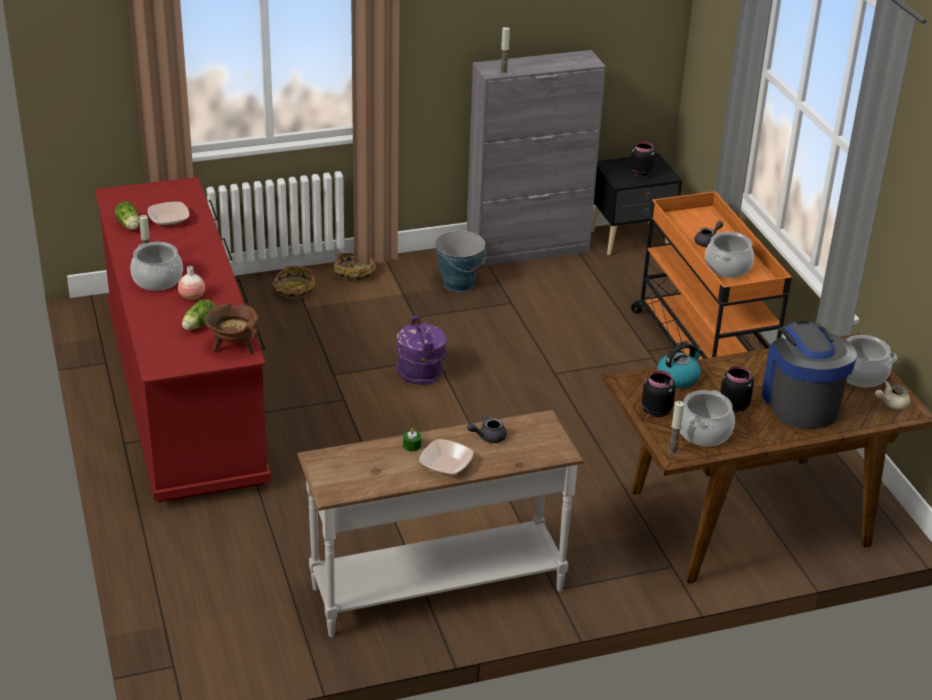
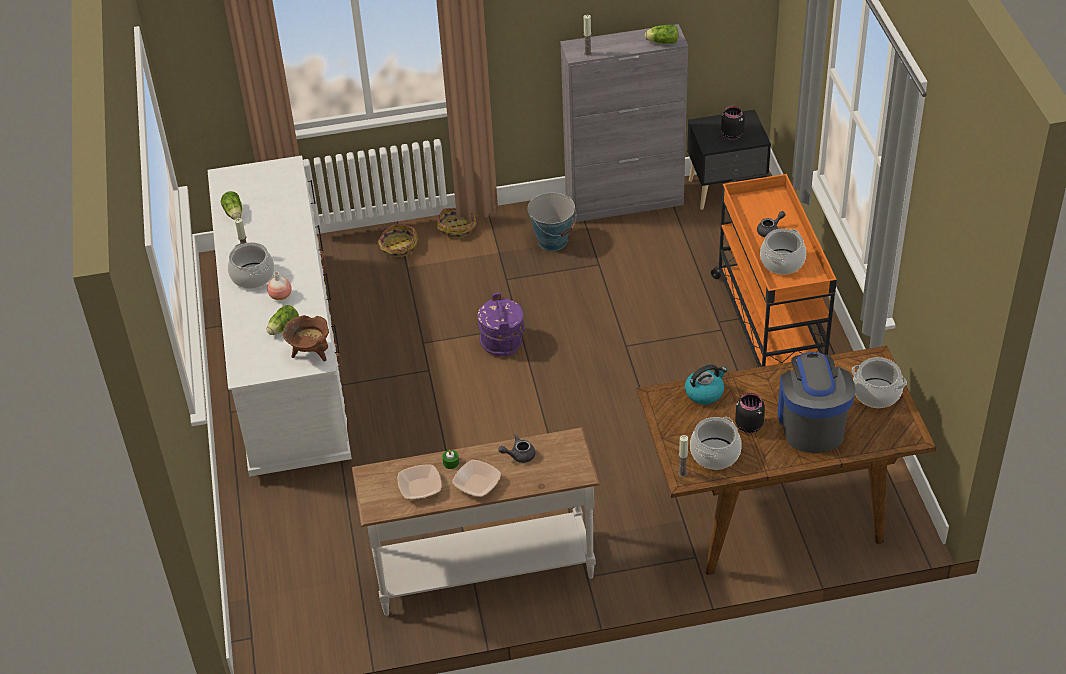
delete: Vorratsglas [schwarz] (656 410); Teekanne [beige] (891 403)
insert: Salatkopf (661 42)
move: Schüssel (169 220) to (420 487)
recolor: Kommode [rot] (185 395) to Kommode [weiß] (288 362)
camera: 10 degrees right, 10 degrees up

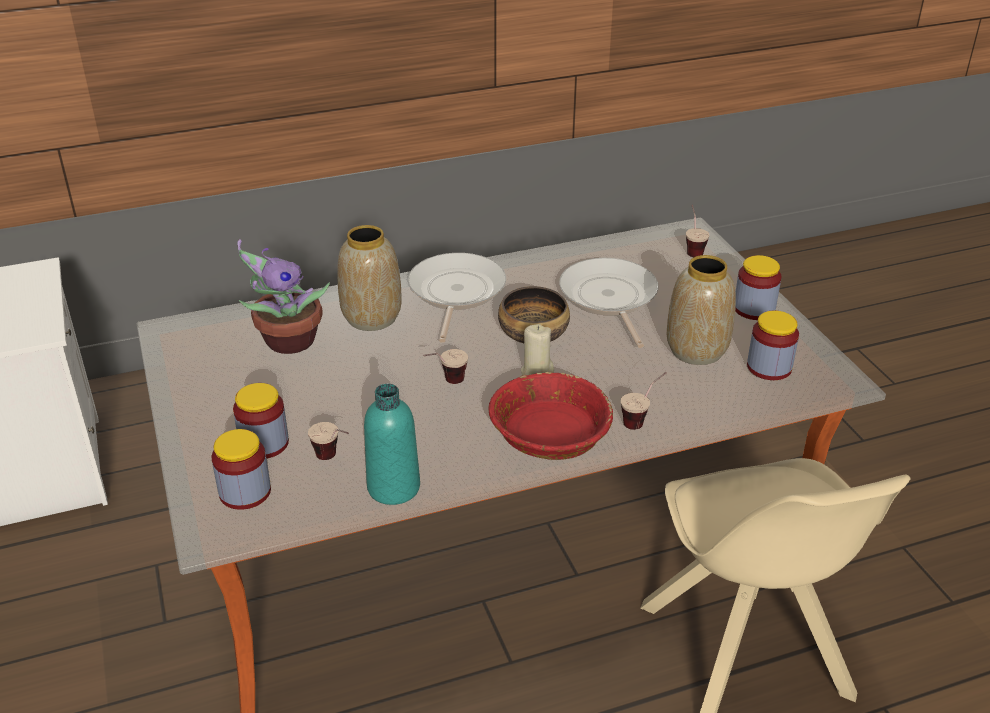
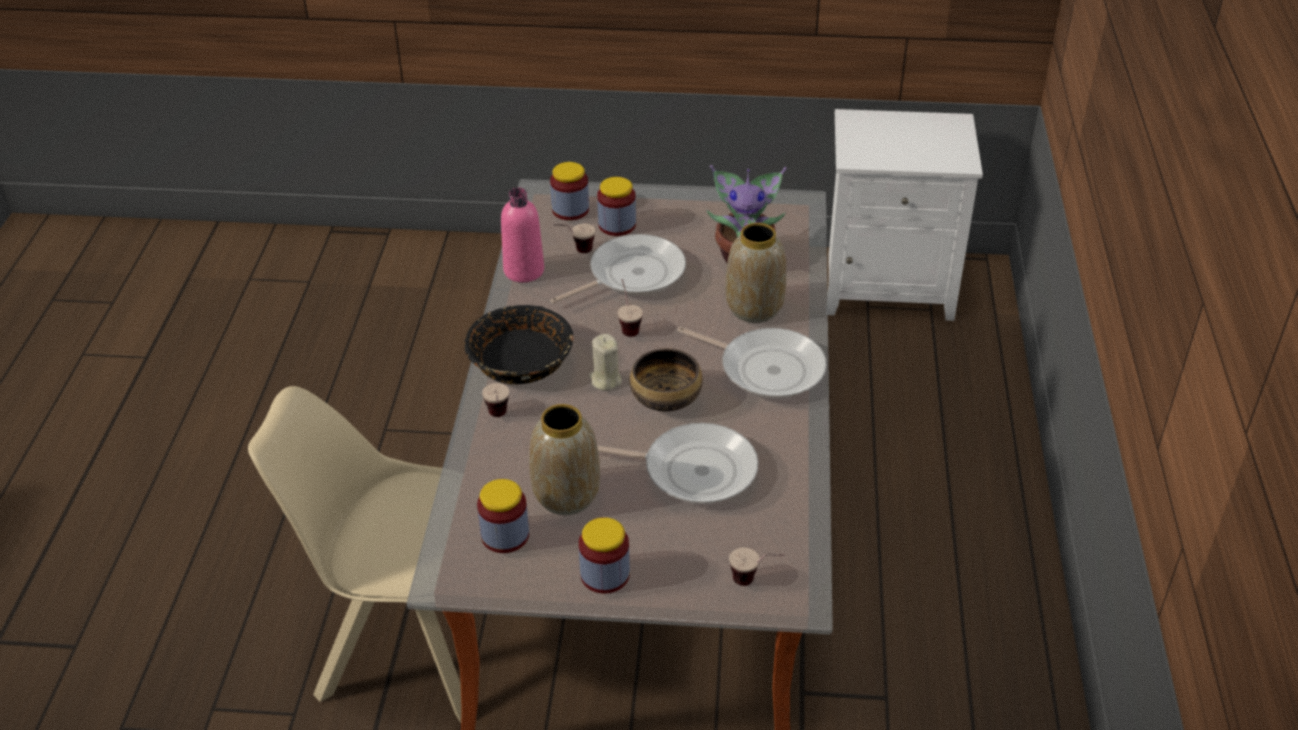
insert: Pfanne (631 275)
recolor: Flasche [türkis] (393 487) to Flasche [rosa] (524 271); Schüssel [rot] (550 434) to Schüssel [schwarz] (520 361)
camera: 115 degrees right, 5 degrees up

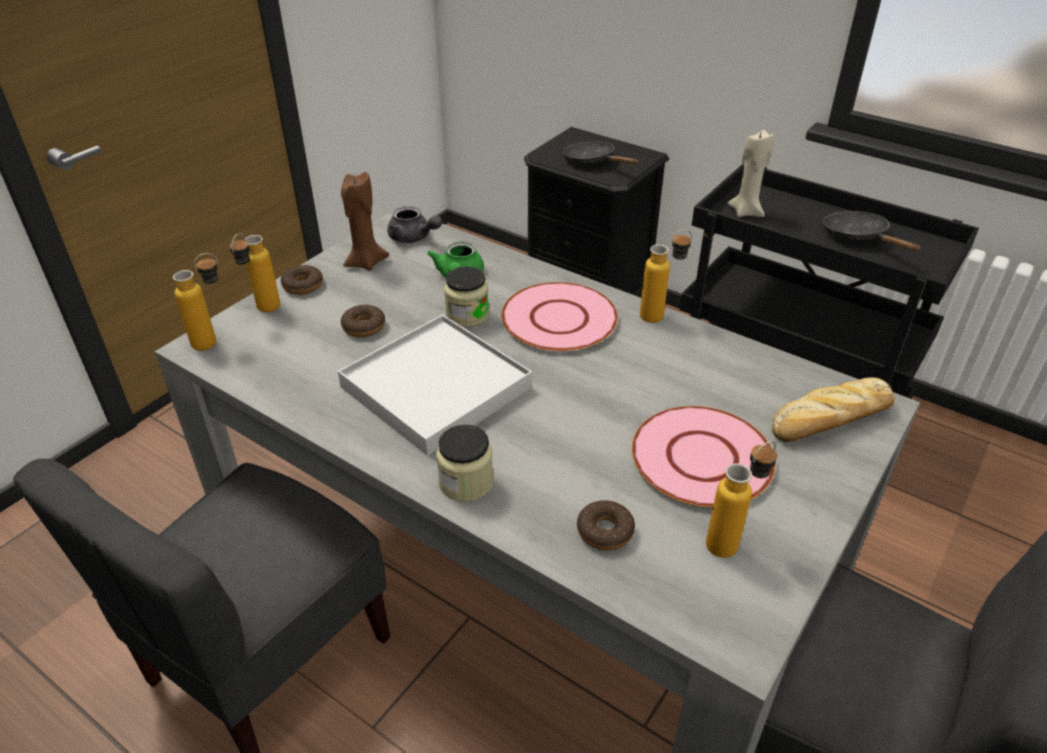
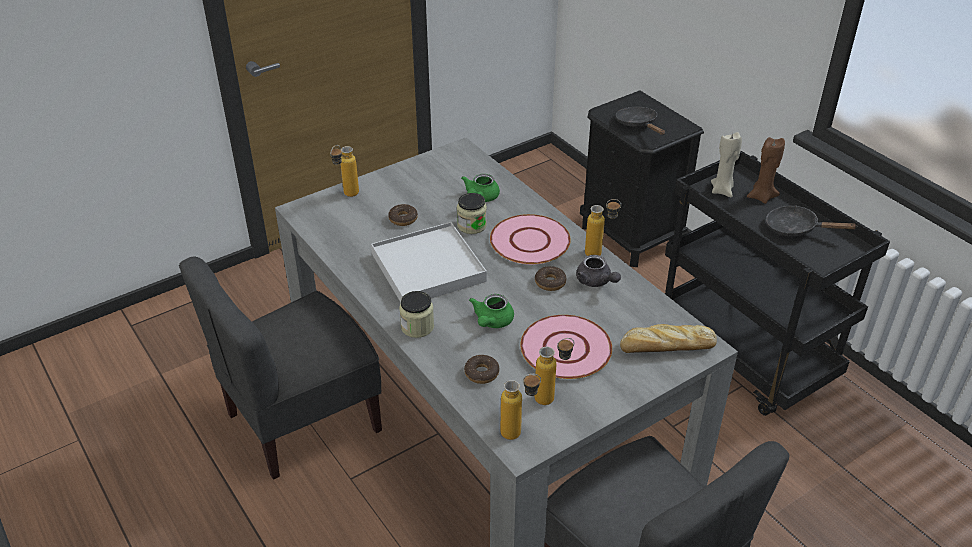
insert: Teekanne [grün] (492 322)
move: Flasche (215 341) to (519 432); Donut (303 285) to (550 282); Kerze [braun] (365 262) to (761 197); Teekanne [grau] (413 238) to (596 282)
rotate: Pfanne [schwarz] (858 237) = (796 229) 60 degrees counterclockwise
camera: 20 degrees right, 0 degrees up

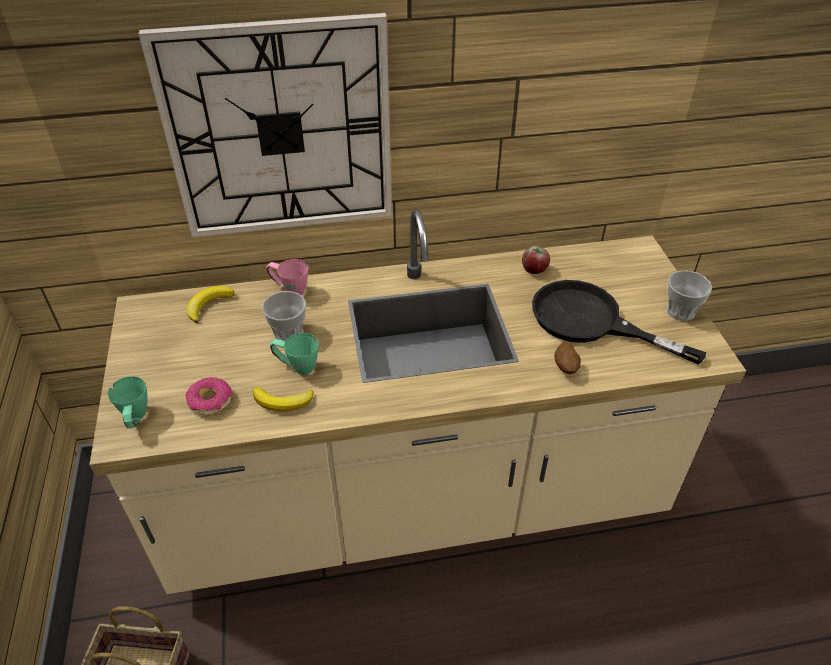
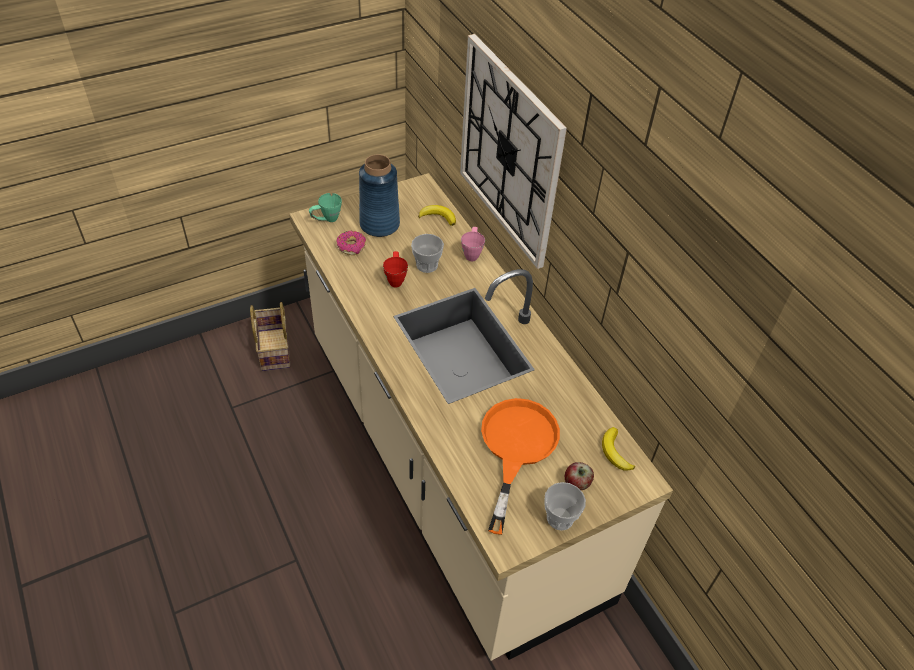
delete: Kartoffel (565 367)
insert: Vase [blau] (379 225)
move: Banane (283 402) to (615 452); Apfel (534 270) to (577 483)
recolor: Henkelbecher [grün] (297 367) to Henkelbecher [rot] (395 278); Pfanne [schwarz] (591 321) to Pfanne [orange] (516 448)
camera: 70 degrees right, 5 degrees up

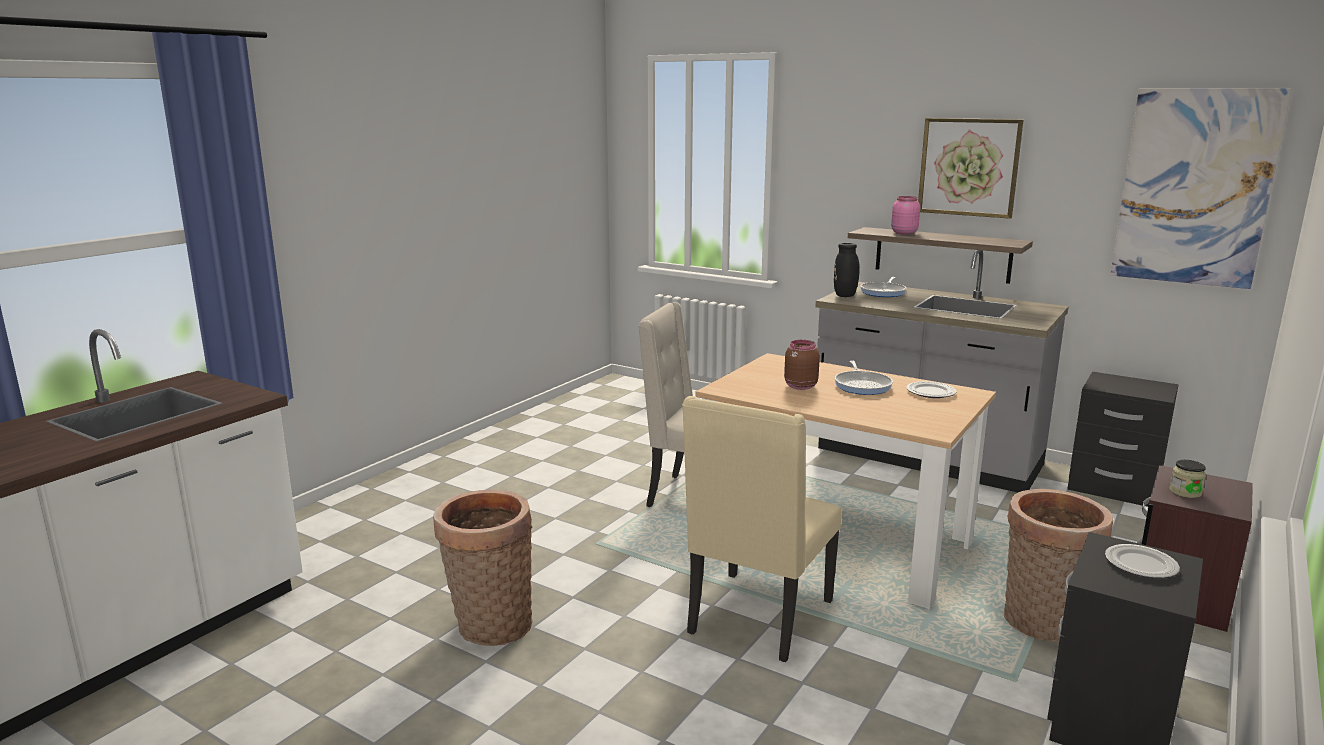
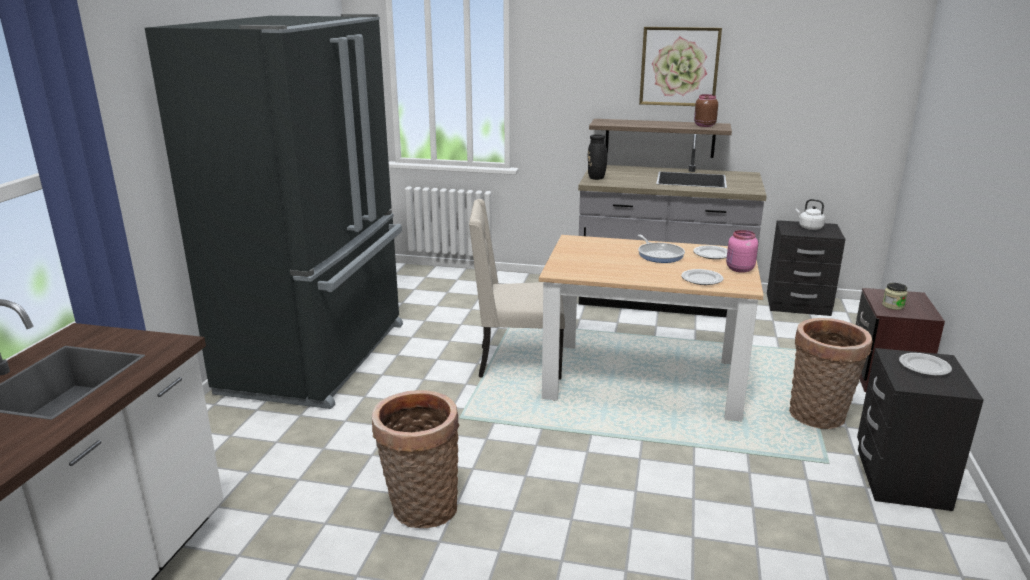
delete: Stuhl [beige] (758 618); Pfanne (884 292); Bild (1194 188)
insert: Kühlschrank [schwarz] (319 357); Teller (702 279); Wasserkessel [weiß] (809 227)
move: Vorratsglas [braun] (799 386) to (704 125); Vorratsglas [rosa] (903 233) to (739 269)
camera: 20 degrees left, 5 degrees up

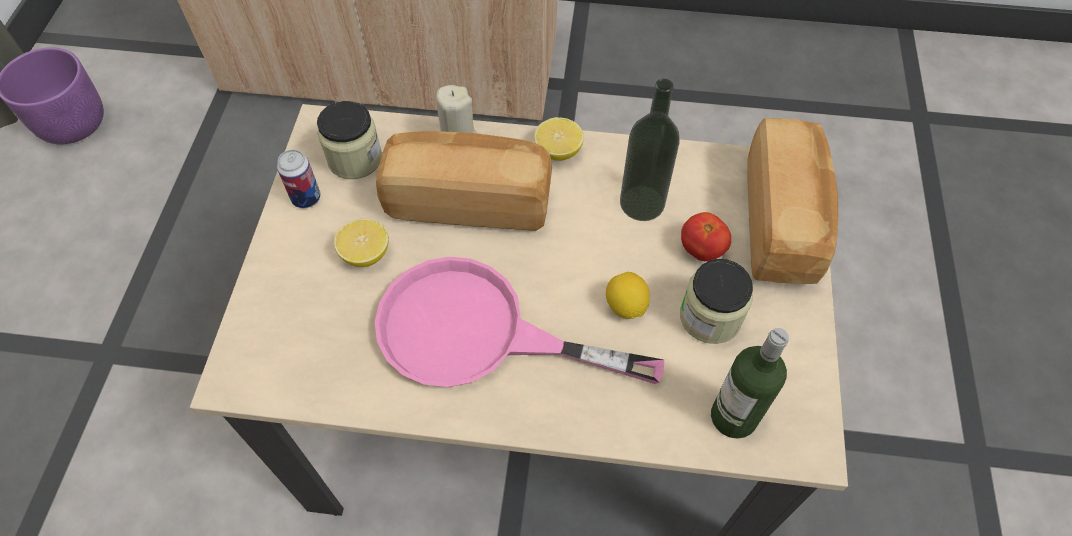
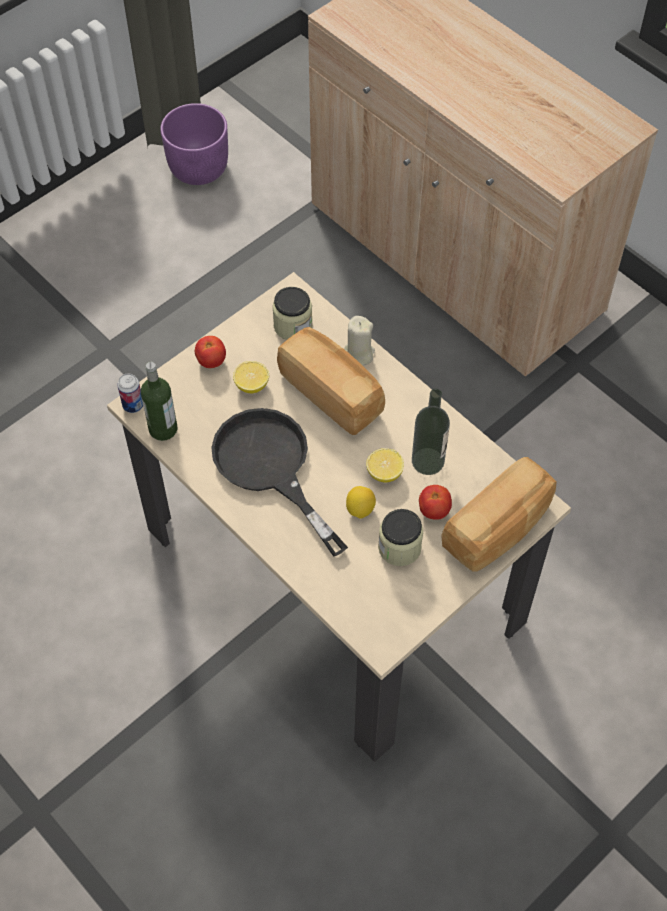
insert: Tomate (211 361)
move: Dose (306 198) to (133 405); Zitrone (558 151) to (384 473); Flasche (733 416) to (163 429)
recolor: Pfanne [rosa] (478 333) to Pfanne [schwarz] (270 467)
camera: 40 degrees right, 0 degrees up

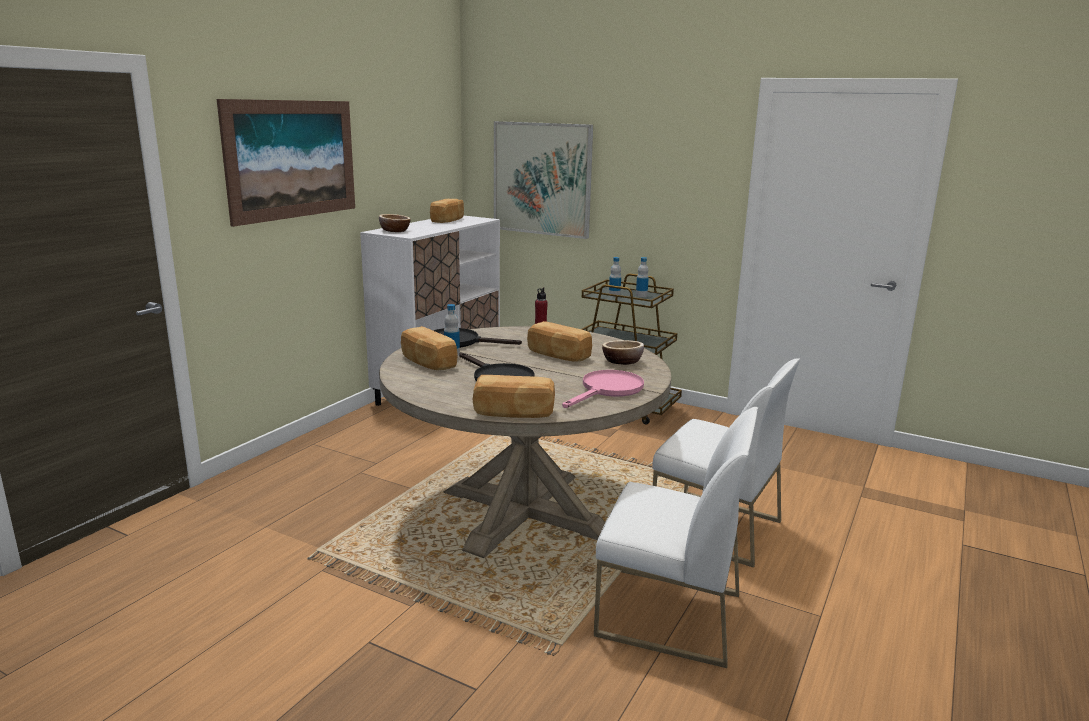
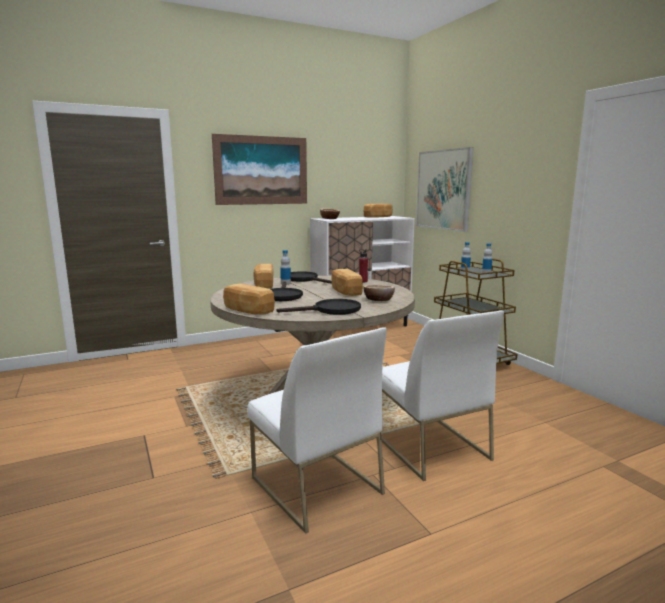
recolor: Pfanne [rosa] (607 390) to Pfanne [schwarz] (331 310)
camera: 35 degrees right, 5 degrees down

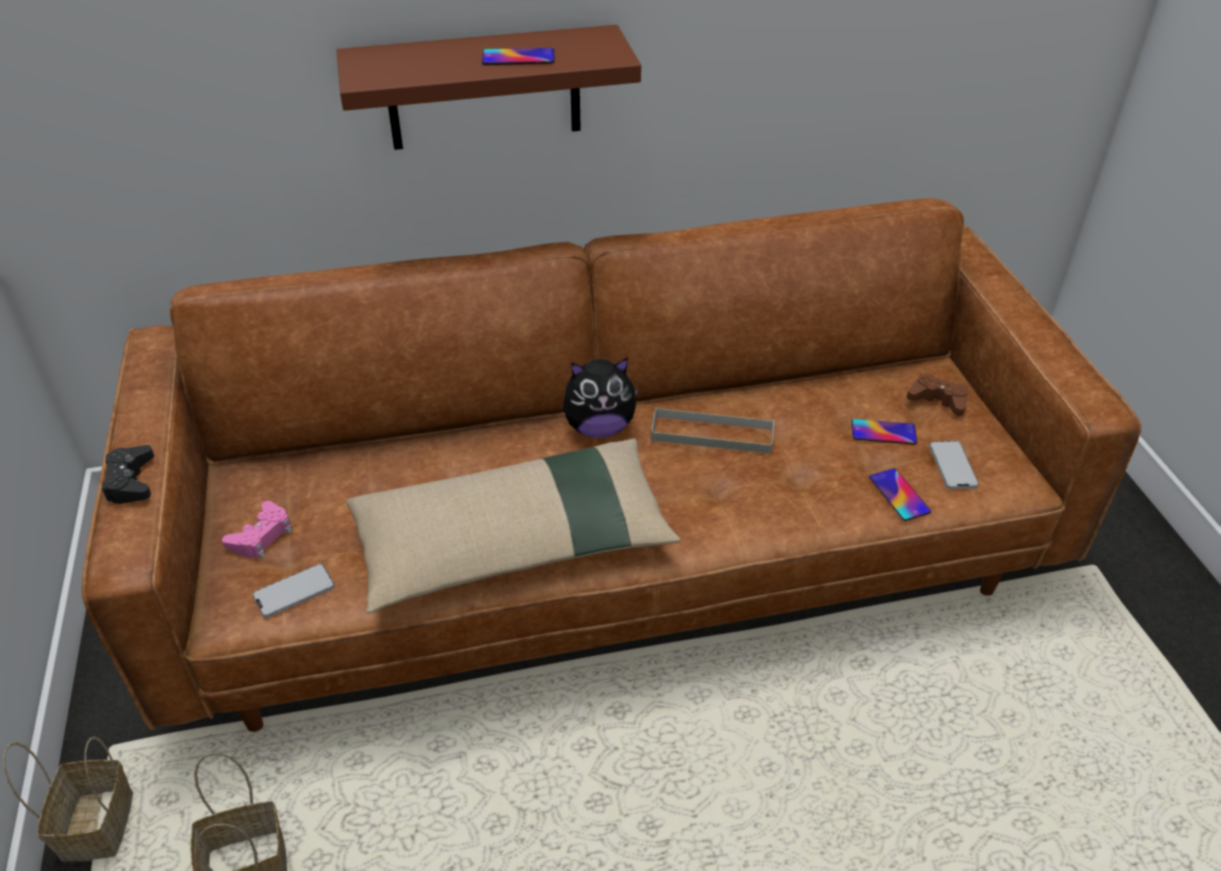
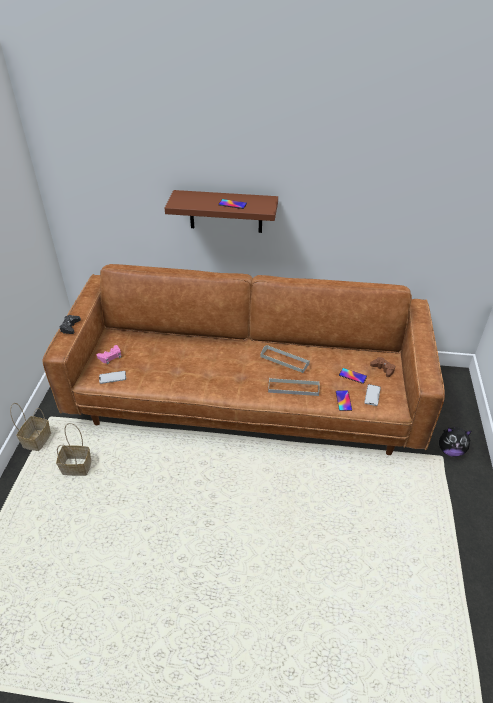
delete: Kissen [beige] (514 542)
insert: Tablett [grau] (293 388)
move: Plüschtier (599 427) to (450 450)
camera: 20 degrees right, 0 degrees up

